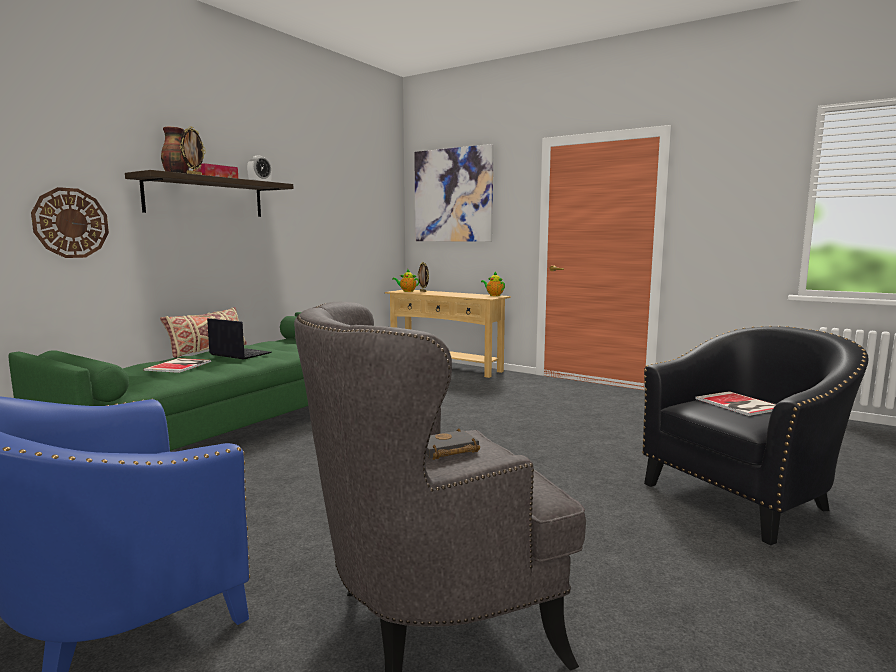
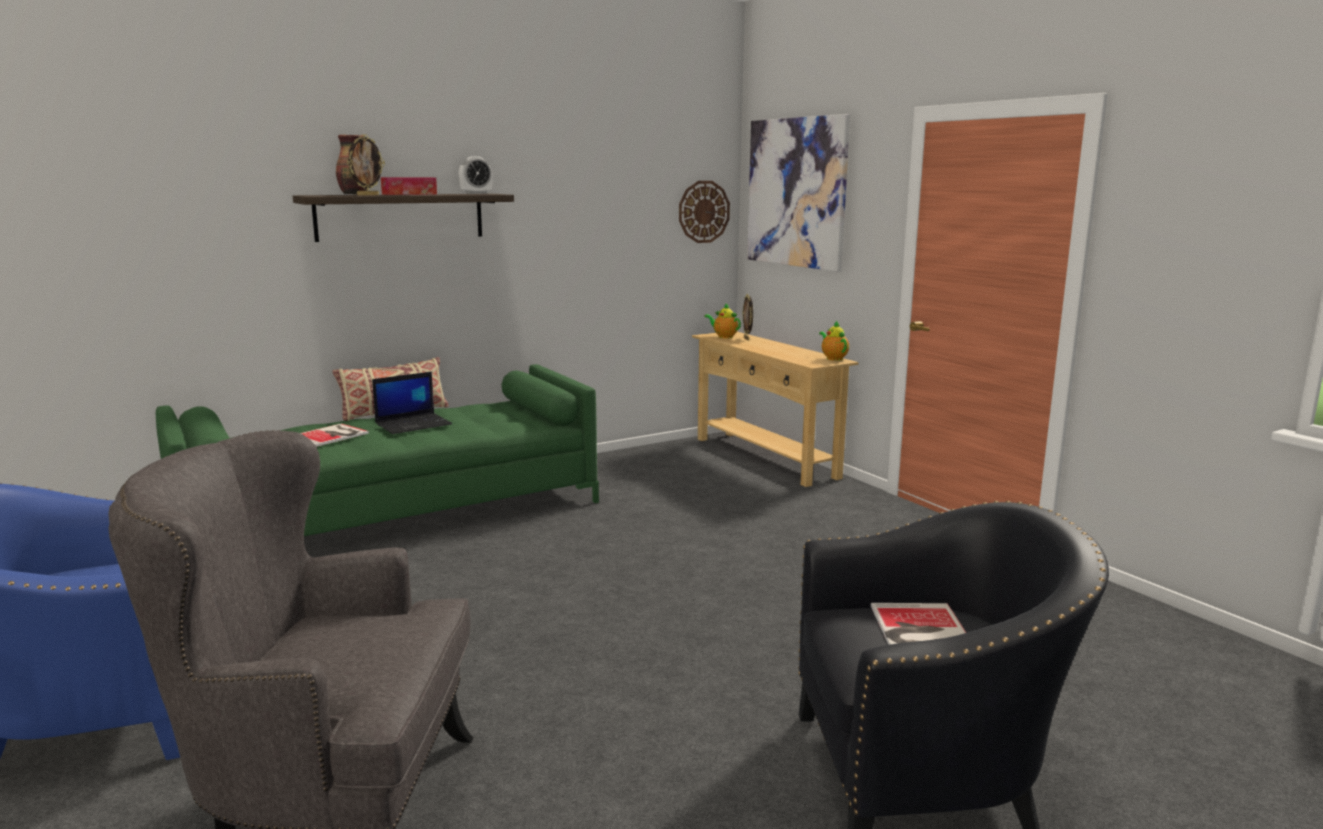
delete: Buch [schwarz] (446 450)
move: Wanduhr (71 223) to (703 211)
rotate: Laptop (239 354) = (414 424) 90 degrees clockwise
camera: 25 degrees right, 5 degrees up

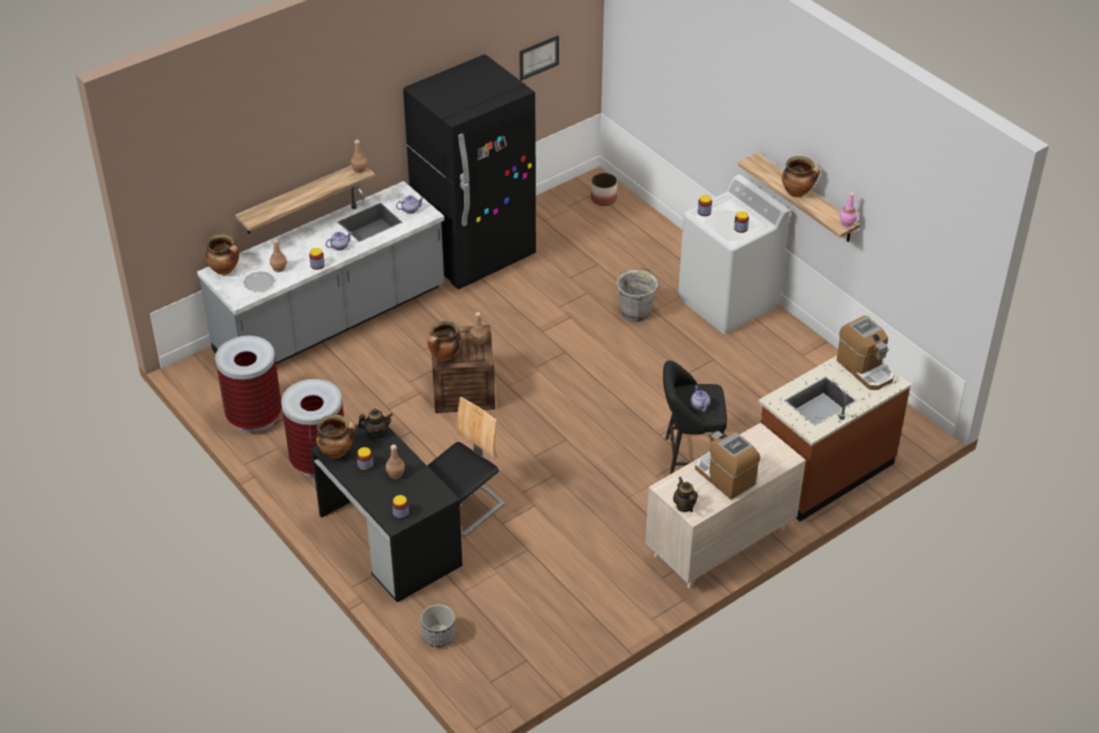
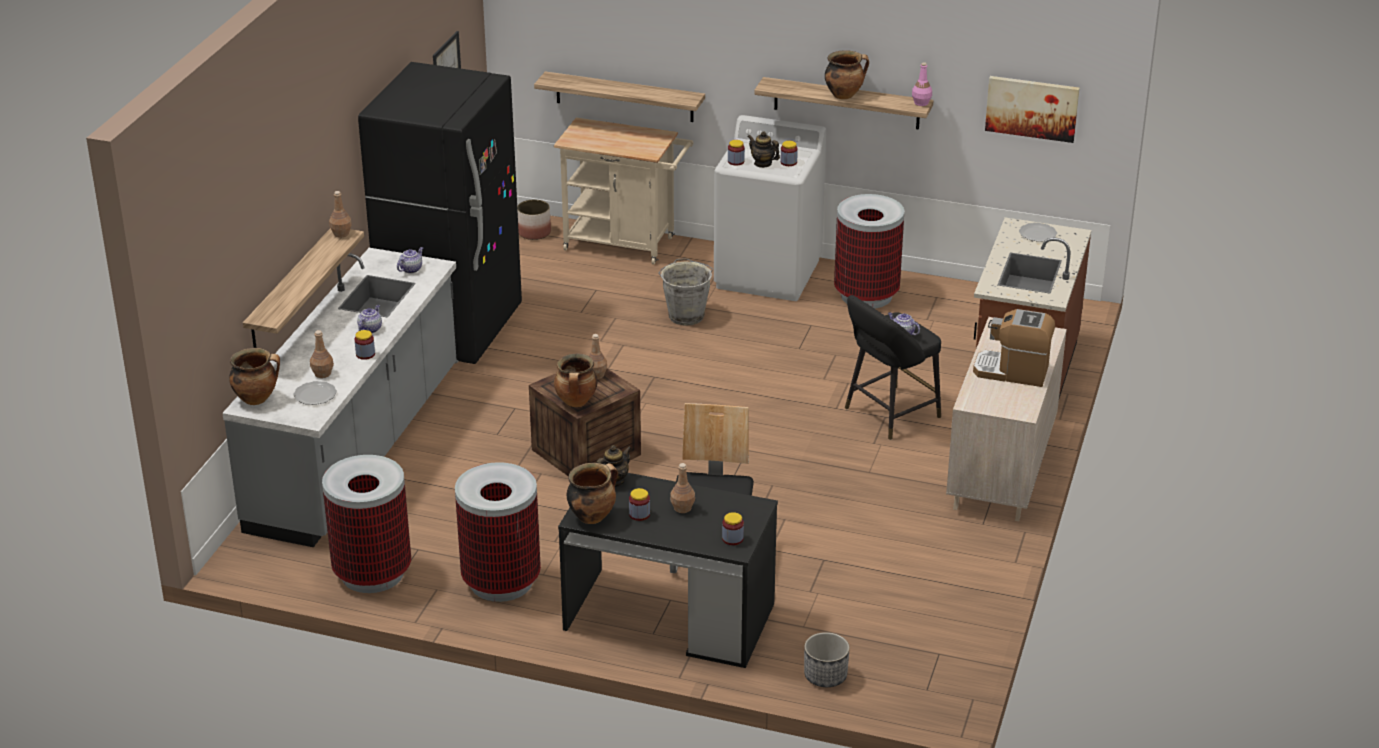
insert: Wandregal (624 97); Rollwagen [beige] (626 244); Mülleimer (866 295); Bild (1032 108)
move: Teekanne (684 506) to (763 163)
replace: Kaffeemaschine (865 369) to Teller (1037 233)
camera: 35 degrees left, 10 degrees down

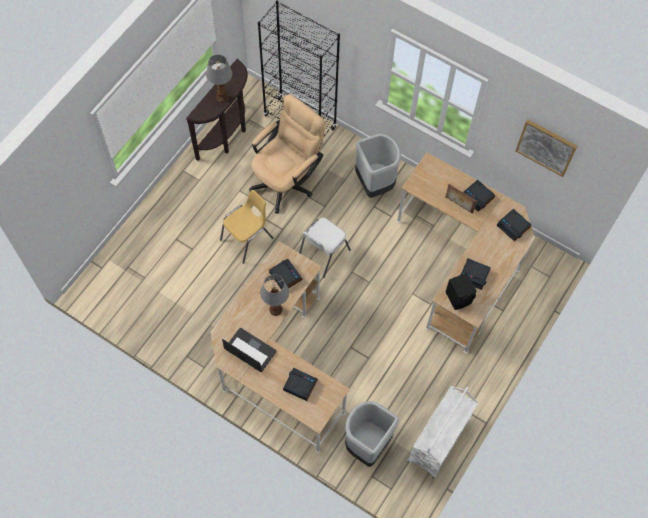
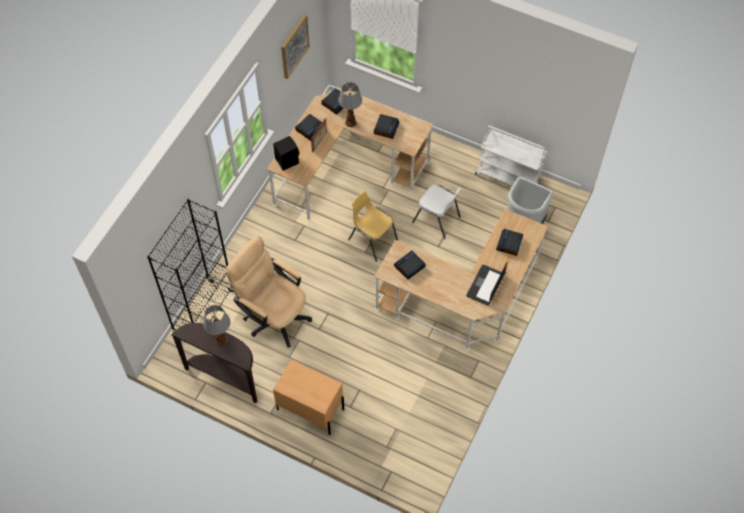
delete: Mülleimer [grau] (375 184)
insert: Nachttisch [beige] (310 409)
move: Stuhl [gelb] (247 239) to (372 239); Tischlampe (276 309) to (350 122); Stuhl [weiß] (323 254) to (437 220); Lautsprecher [schwarz] (459 297) to (287 160)
camera: 95 degrees left, 5 degrees down

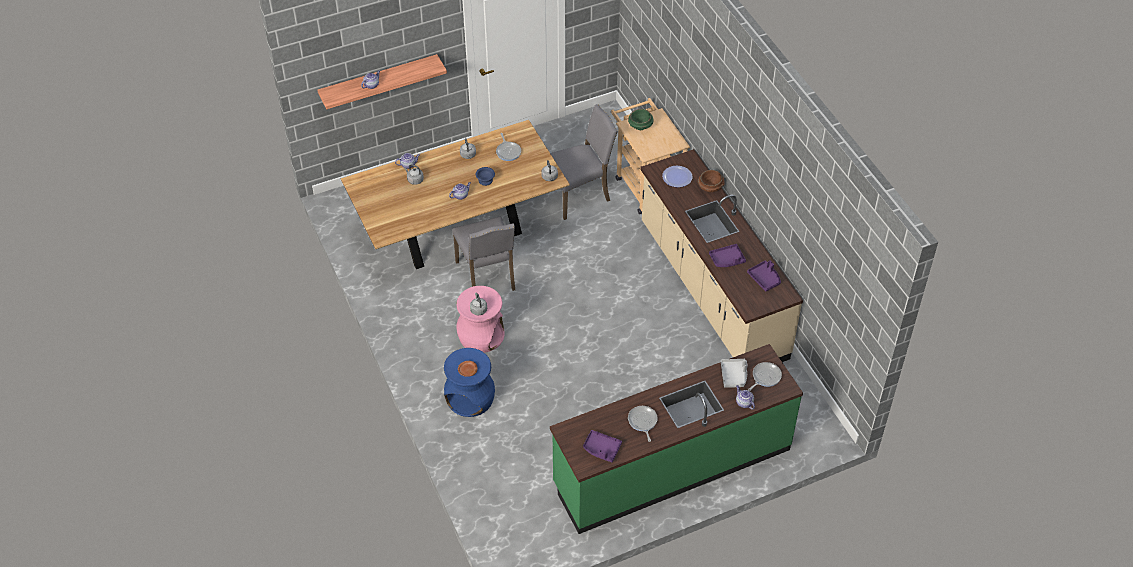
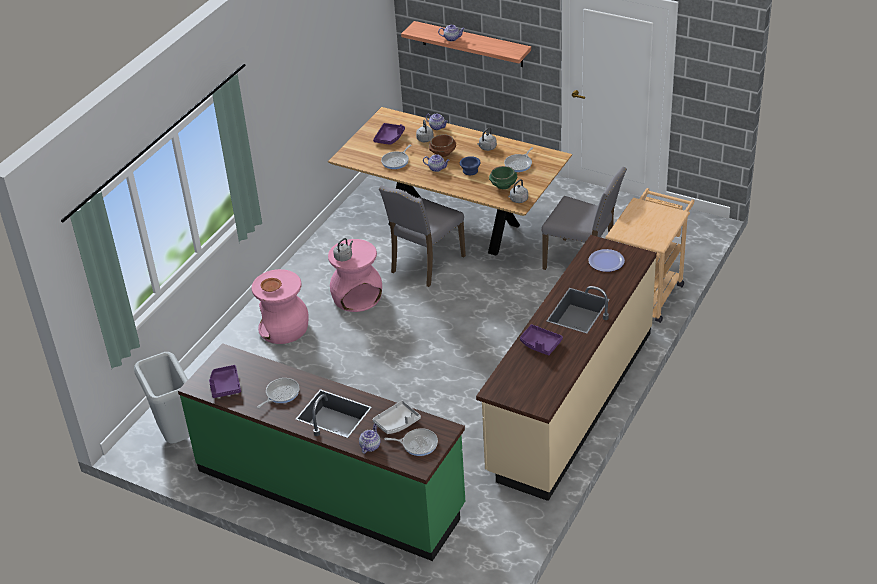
insert: Mülleimer [grau] (175 437); Pfanne (396 161)
move: Schüssel [grün] (640 126) to (503 186); Schüssel [braun] (710 188) to (443 153); Tablett [lila] (765 279) to (389 138)
recolor: Hocker [blau] (470 398) to Hocker [rosa] (284 328)
camera: 55 degrees right, 10 degrees down

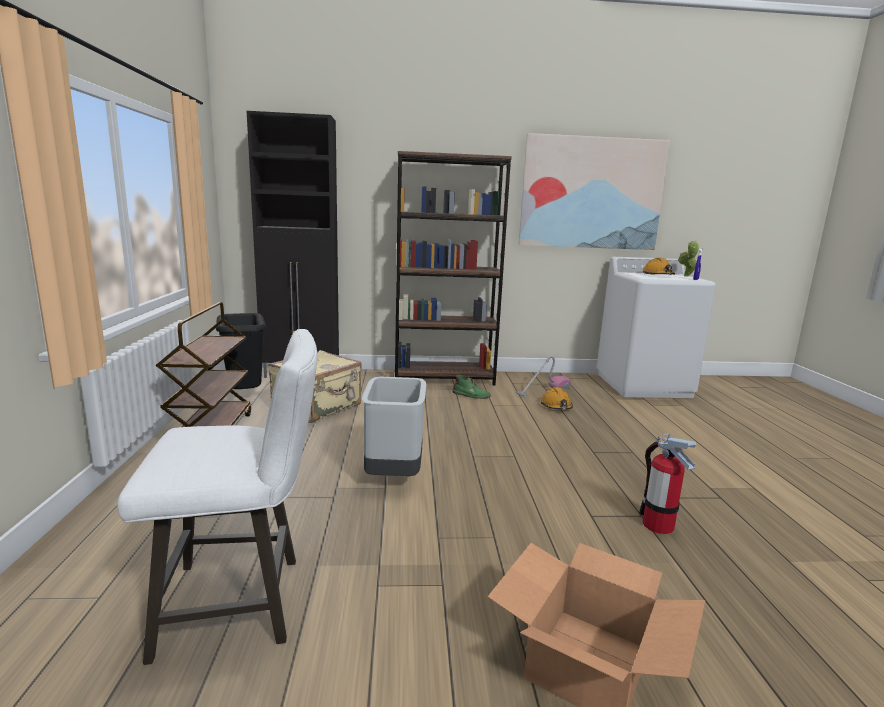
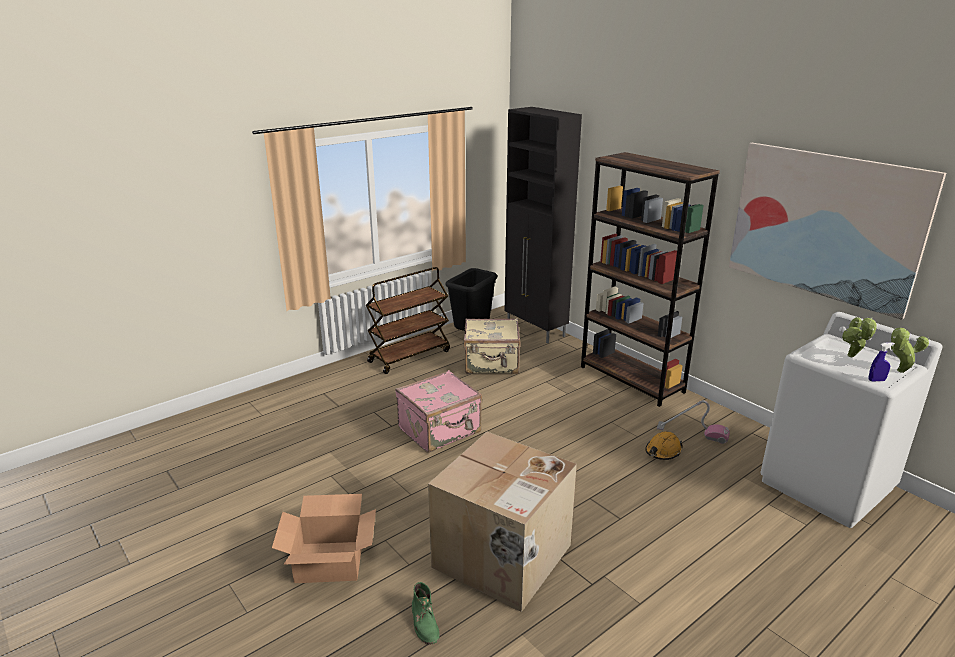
delete: Hocker [weiß] (243 602)
move: Stiefel [grün] (471 395) to (424 622)
replace: Mülleimer [grau] (393 473) to Koffer [rosa] (440 431); Feuerlöscher (657 525) to Karton (502 557); Schutzhelm [orange] (658 275) to Topfpflanze (852 357)
camera: 55 degrees right, 10 degrees up

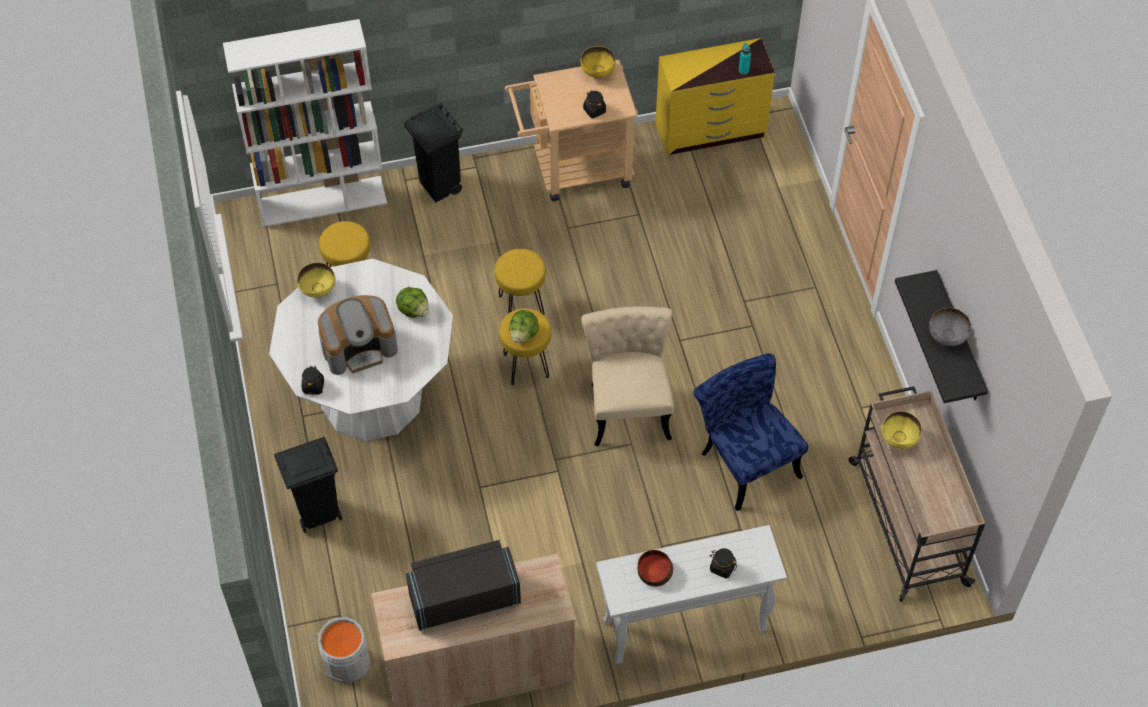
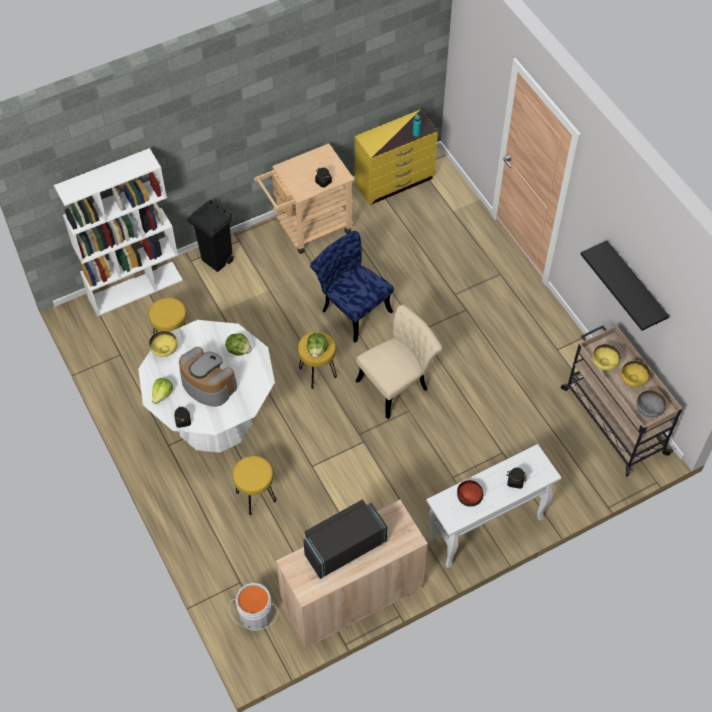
delete: Mülleimer [schwarz] (317 514)
insert: Salatkopf (162 394)
move: Hocker [gelb] (521 306) to (255 497); Schüssel [gelb] (597 73) to (632 381); Stuhl [blau] (745 459) to (352 308); Schüssel [grau] (946 338) to (648 411)
rotate: Kaffeemaschine (359 347) = (207 385) 105 degrees counterclockwise; Stuhl [beige] (628 404) = (397 383) 75 degrees clockwise
camera: 15 degrees left, 0 degrees up

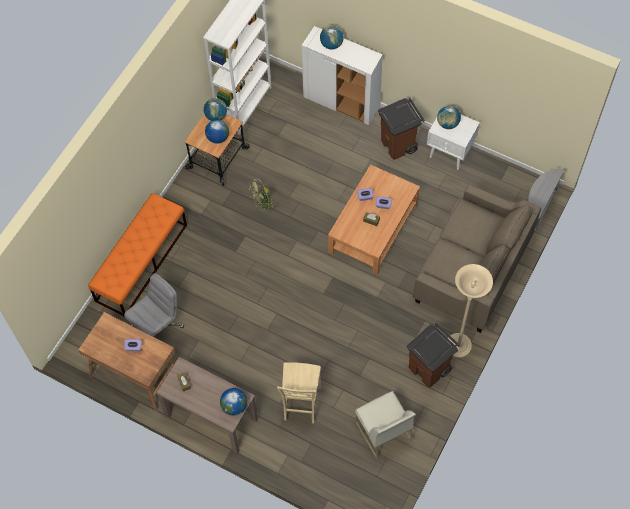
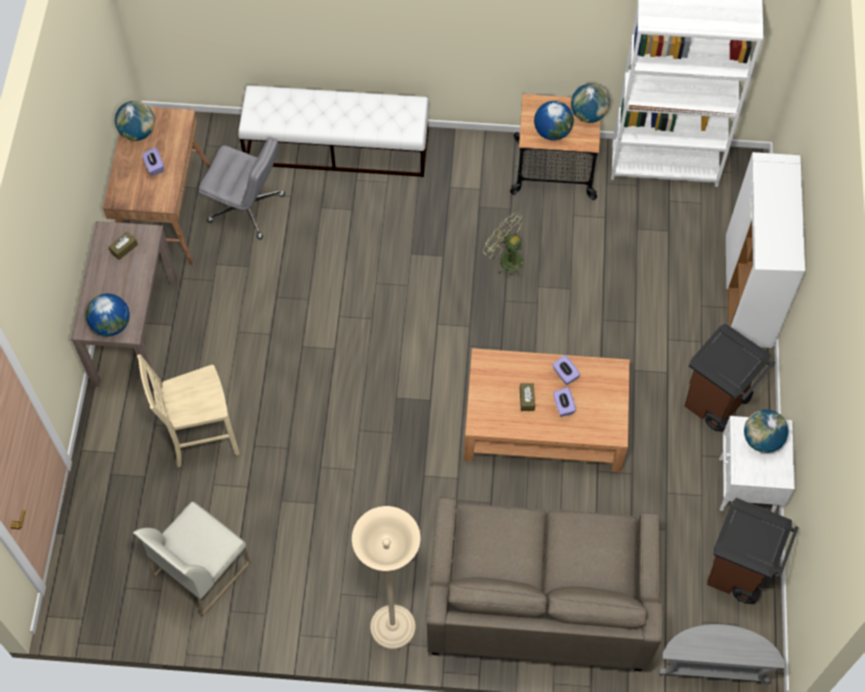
move: Globus (331 45) to (138 132); Mülleimer [braun] (429 369) to (738 573)
recolor: Bank [orange] (142 262) to Bank [weiß] (337 148)
camera: 65 degrees right, 0 degrees up

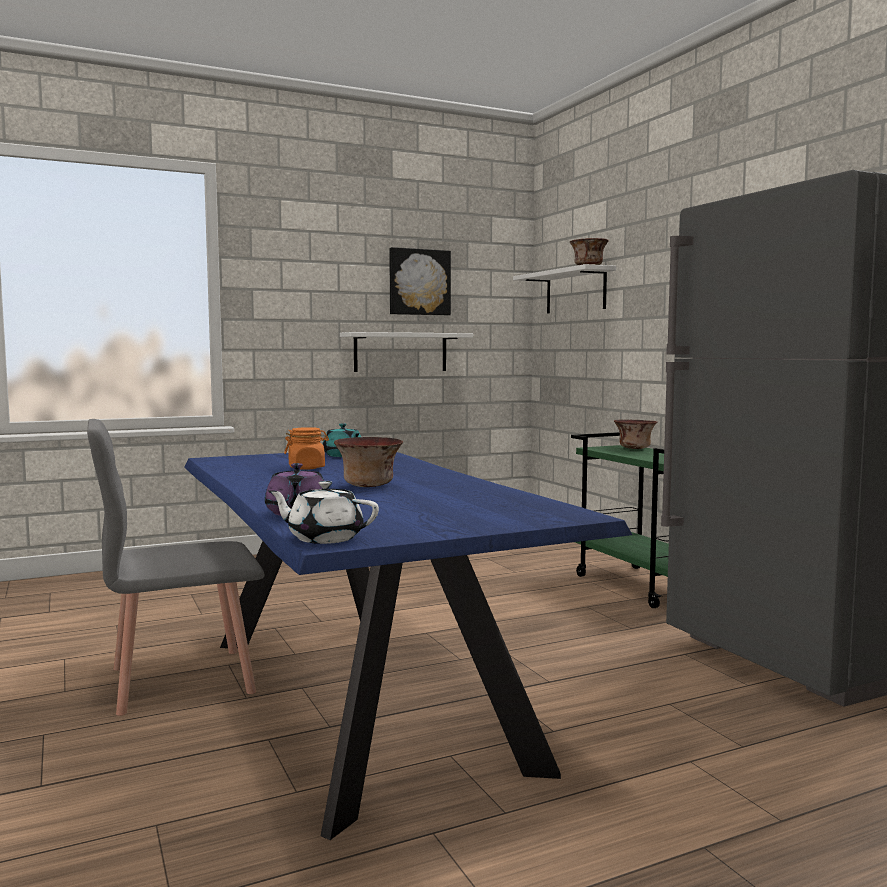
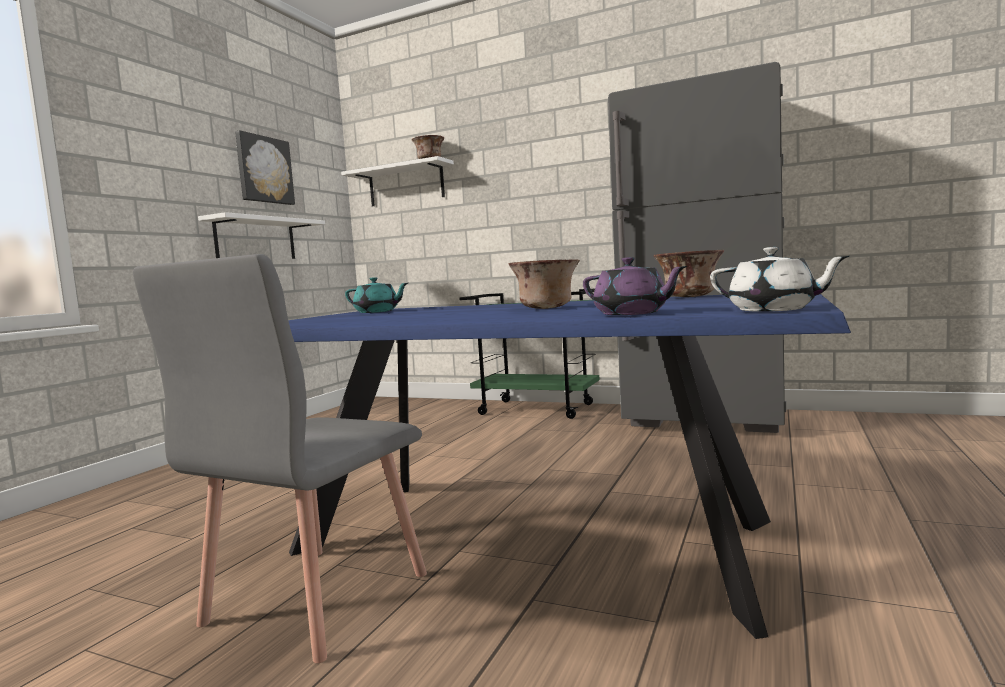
delete: Vorratsglas [orange] (307 468)
move: Schüssel (634 448) to (689 297)
rotate: Teekanne [weiß] (324 538) = (774 310) 120 degrees counterclockwise
camera: 40 degrees left, 0 degrees up

